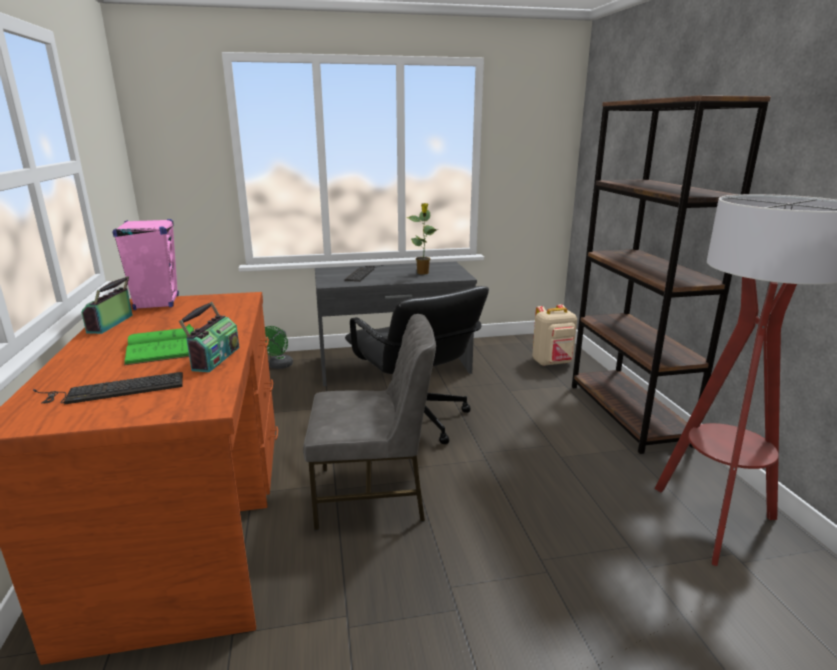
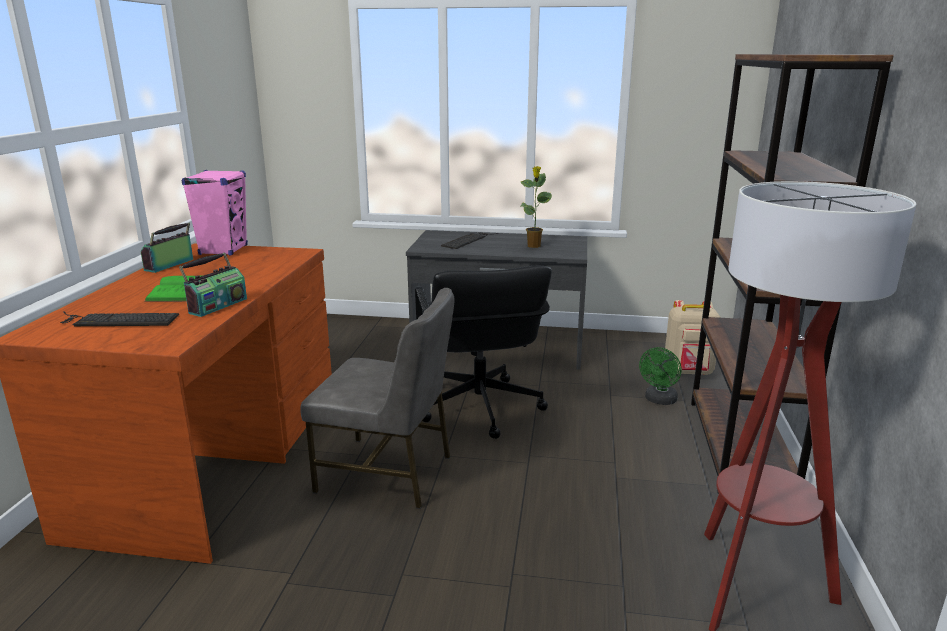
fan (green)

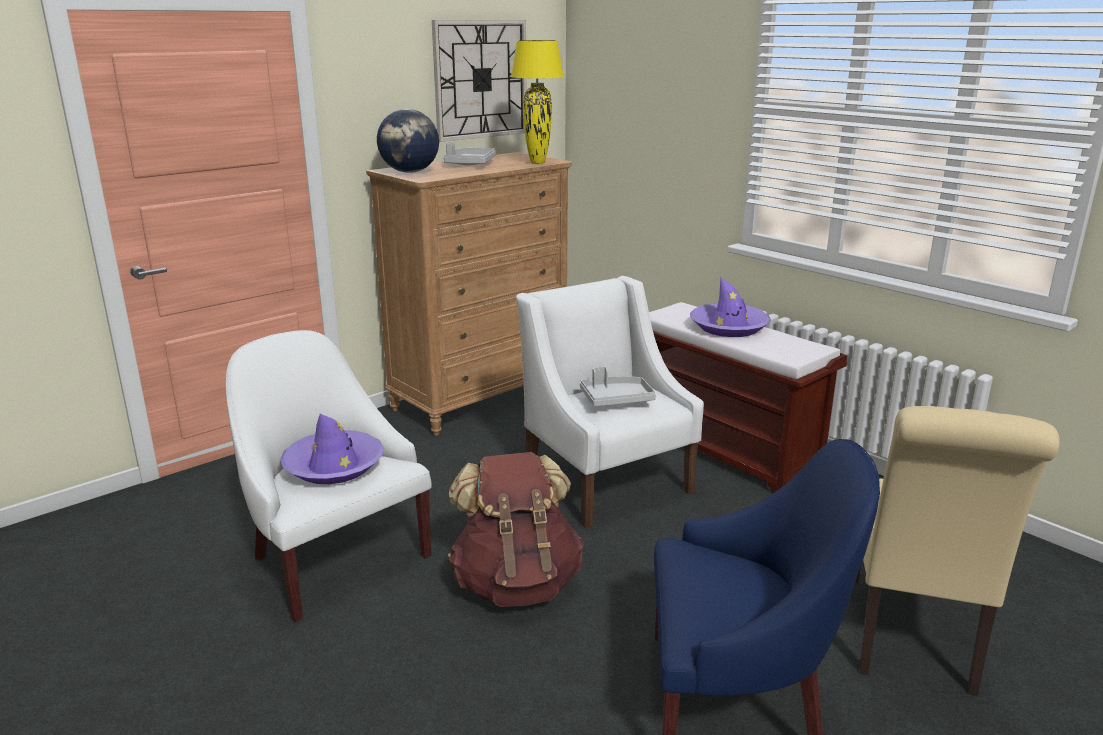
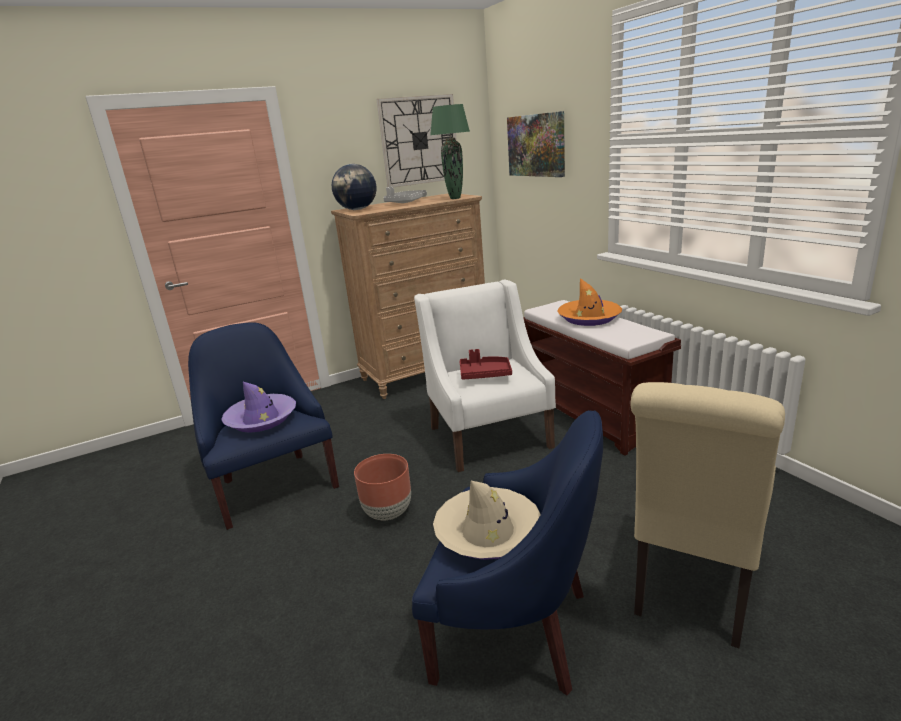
table lamp (green)
hat (orange)
armchair (blue) (no. 1 from left)
tray (red)
planter (brown)
picture
hat (beige)

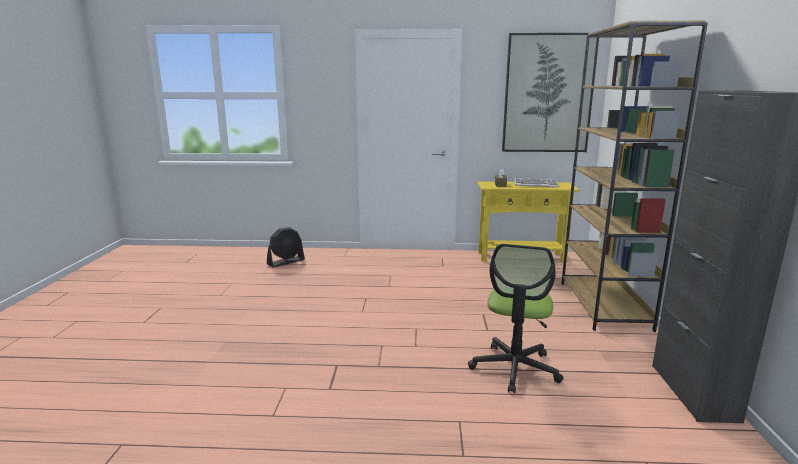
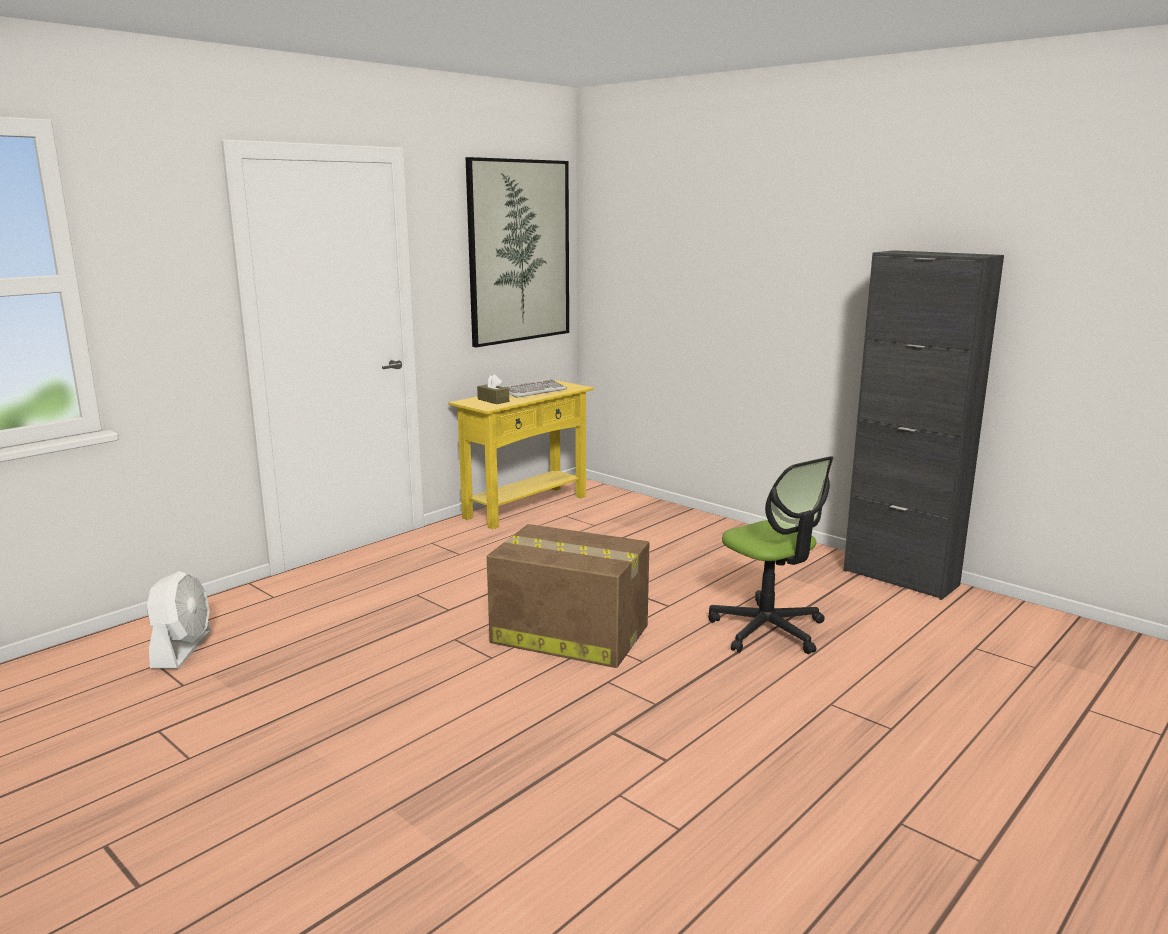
bookcase (brown)
fan (white)
cardboard box

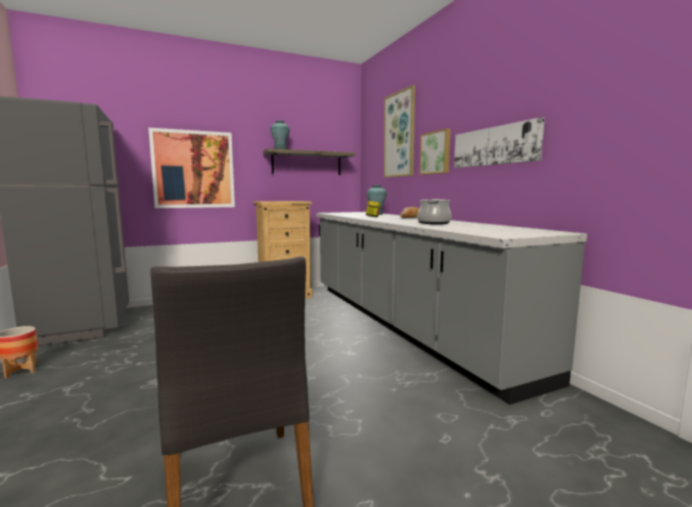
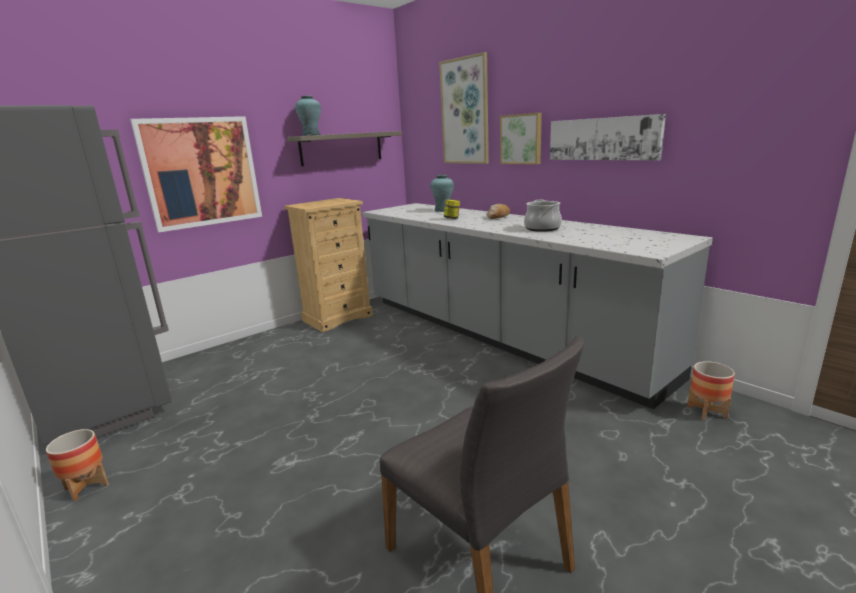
planter (no. 2 from left)

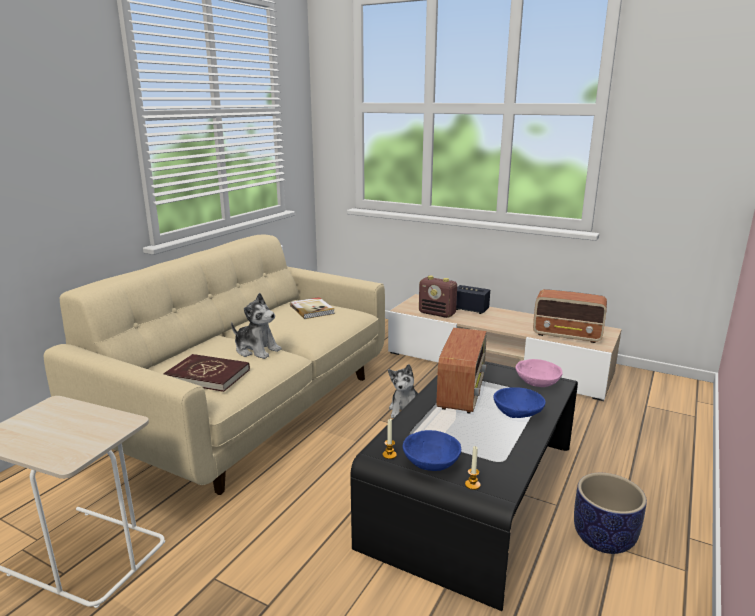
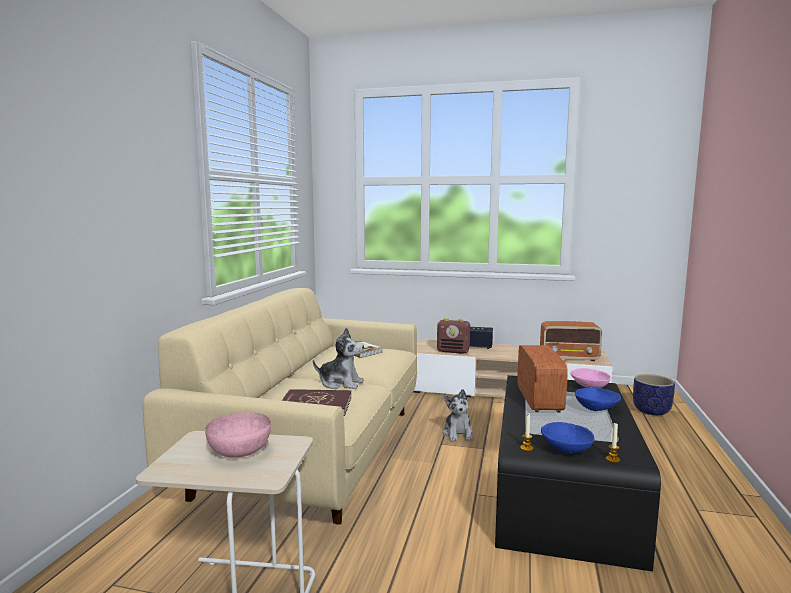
planter
bowl (pink) (no. 1 from left)

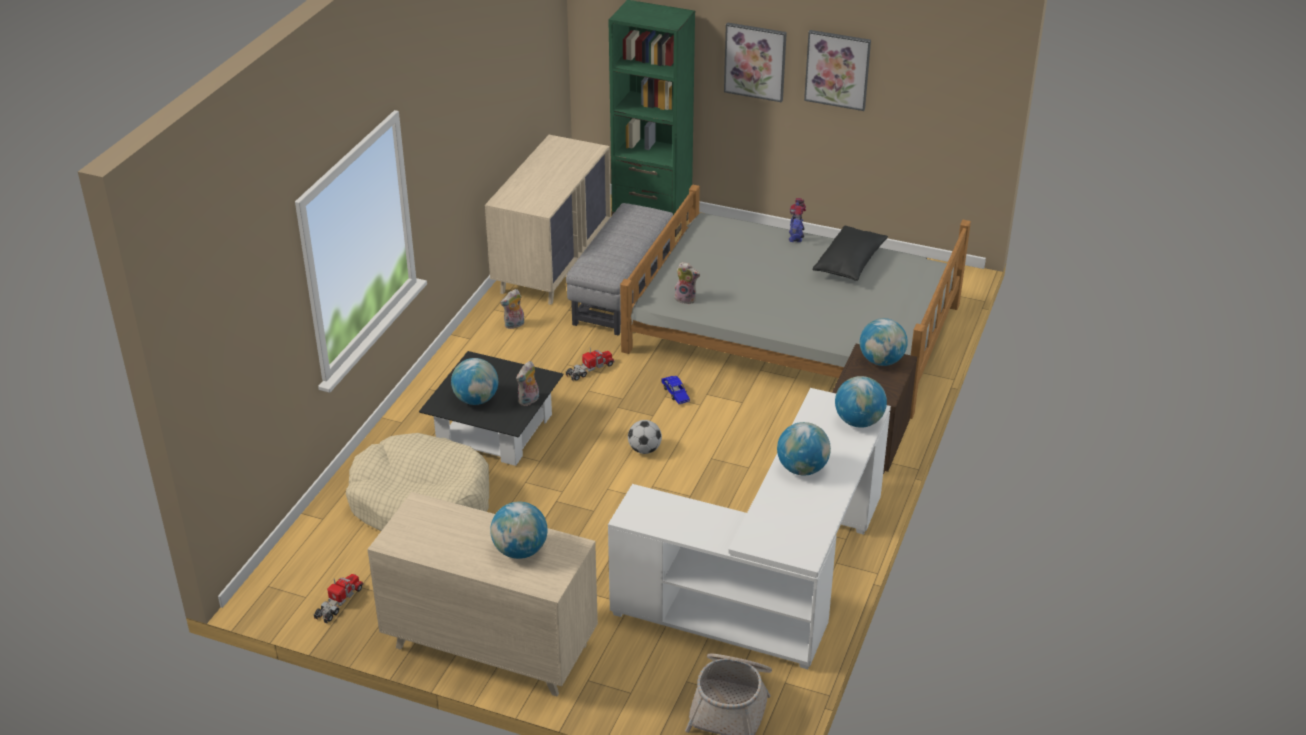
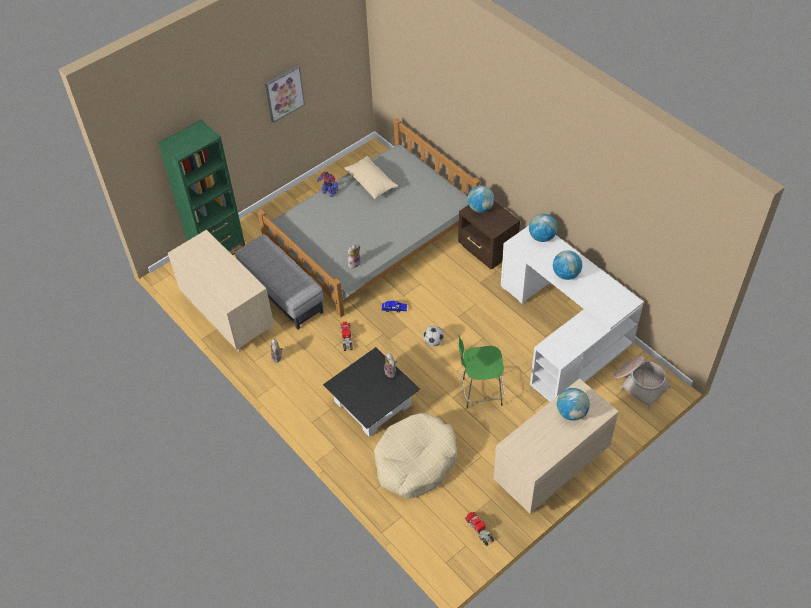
picture (no. 1 from left in the first image)
pillow (beige)
globe (no. 1 from left in the first image)
stool (green)

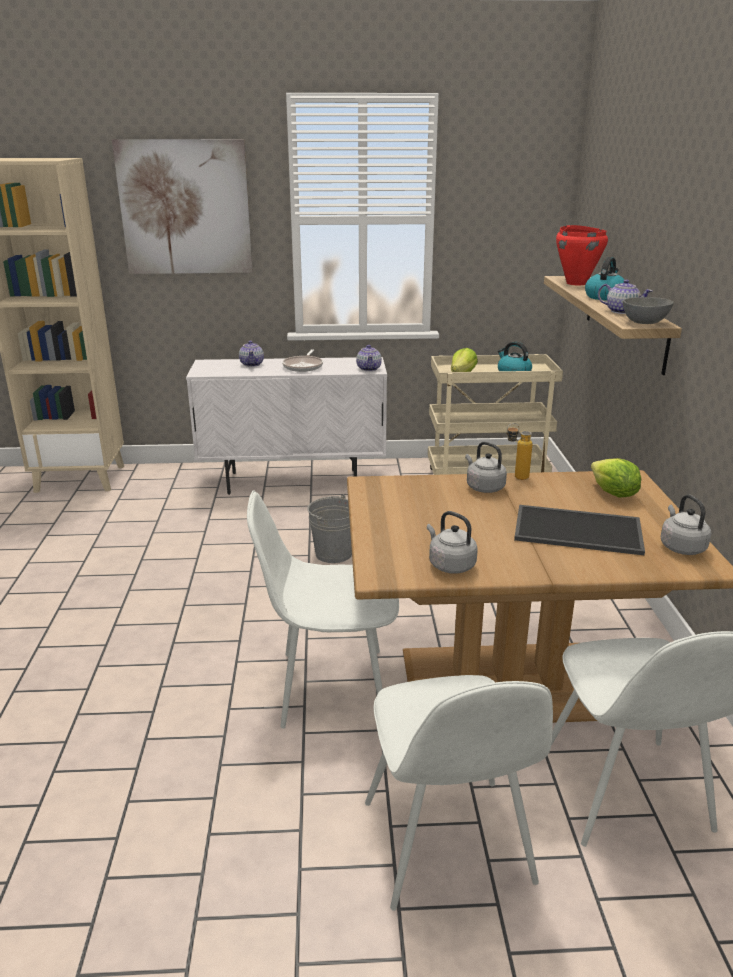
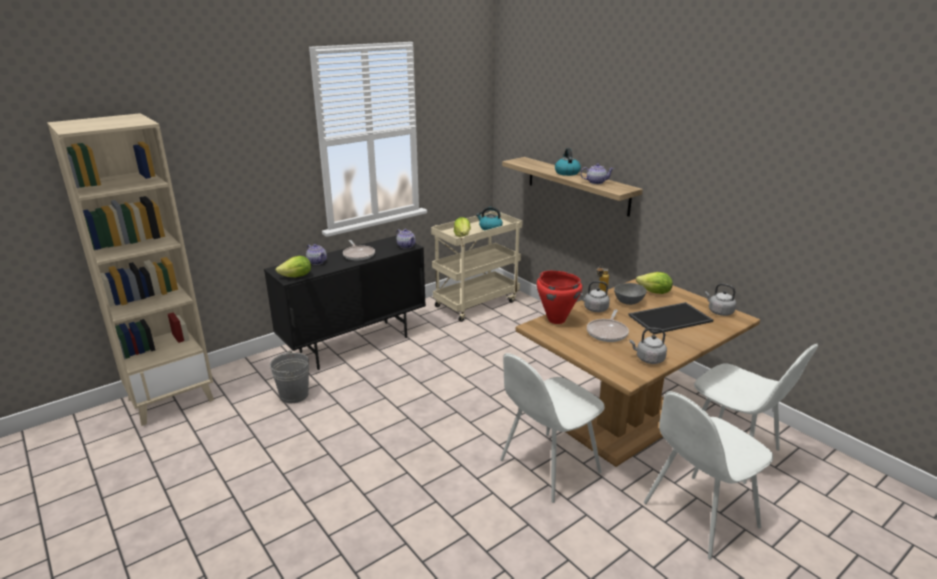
picture
cooking pot (red)
bowl (grey)
cabinet (black)
bucket (grey)
chair (white) (no. 2 from left)
lettuce (no. 1 from left)
frying pan (no. 2 from left)

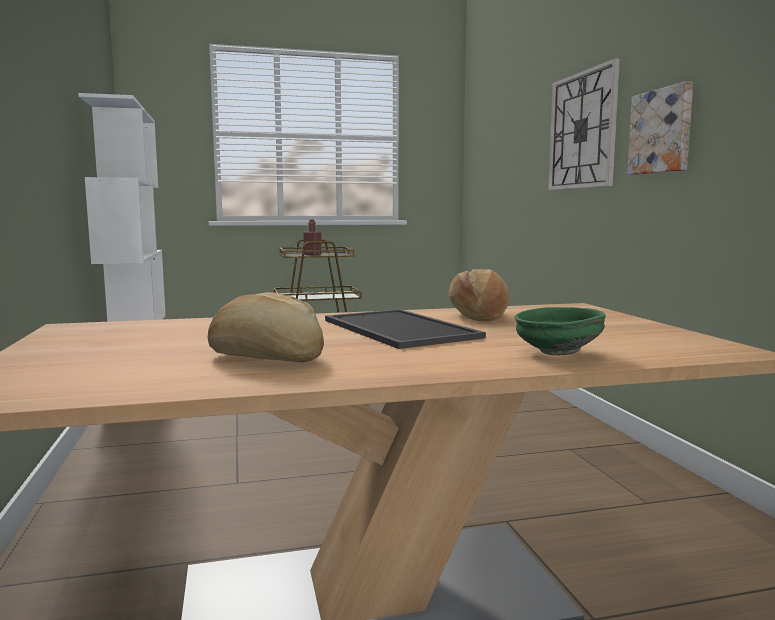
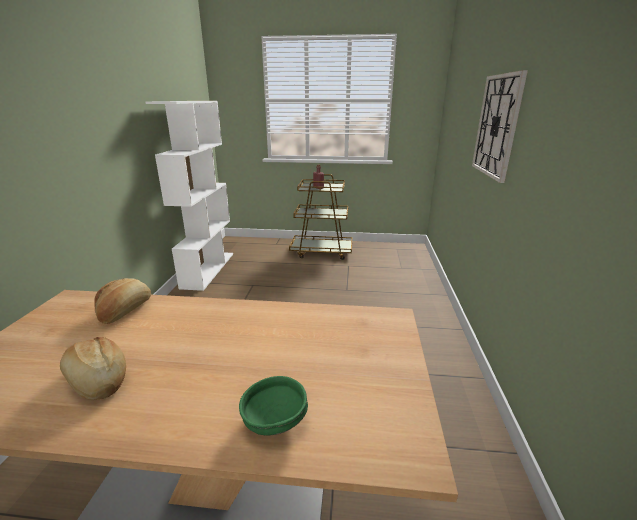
picture
bread (no. 2 from left)
tray

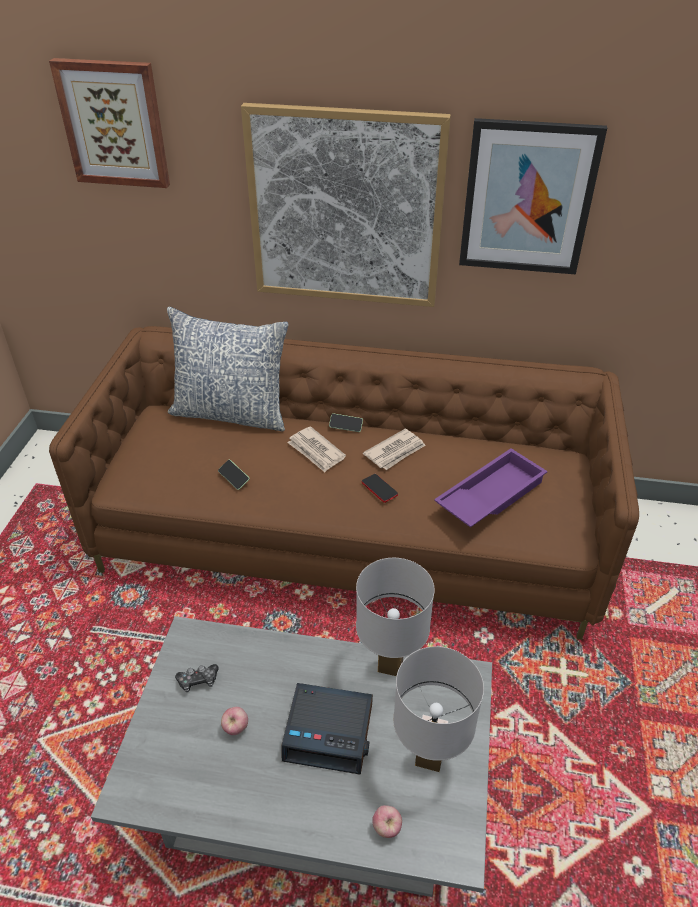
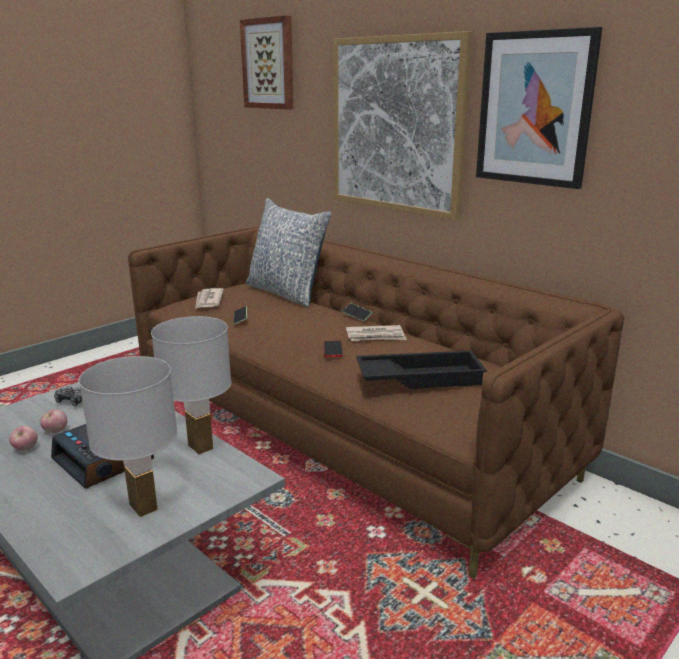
newspaper (no. 1 from left)
tray (black)
apple (no. 1 from left)

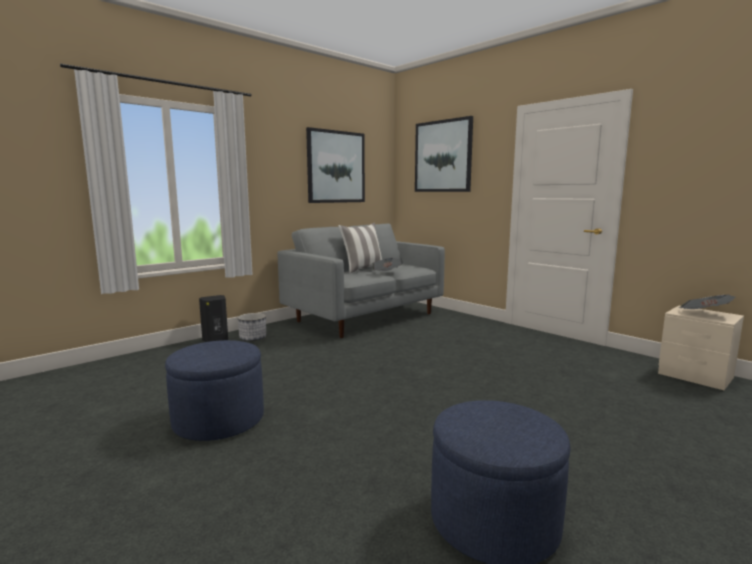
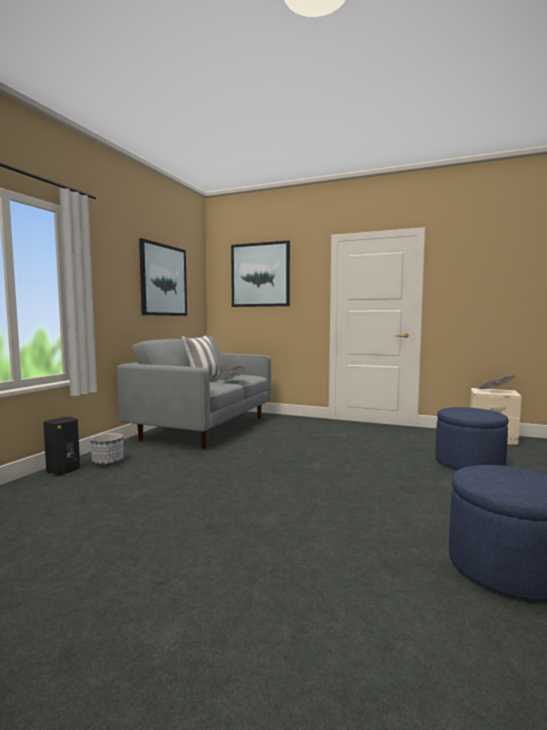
ottoman (blue) (no. 1 from left)

